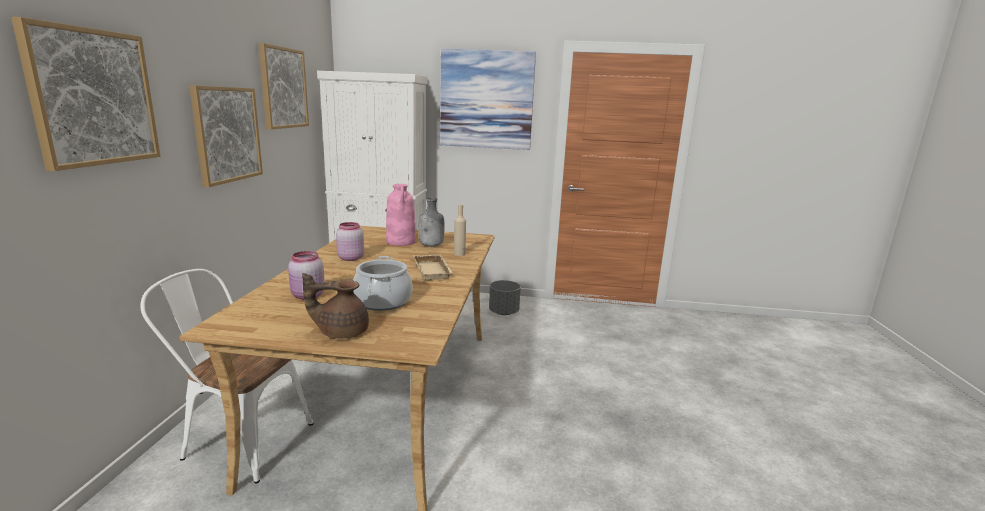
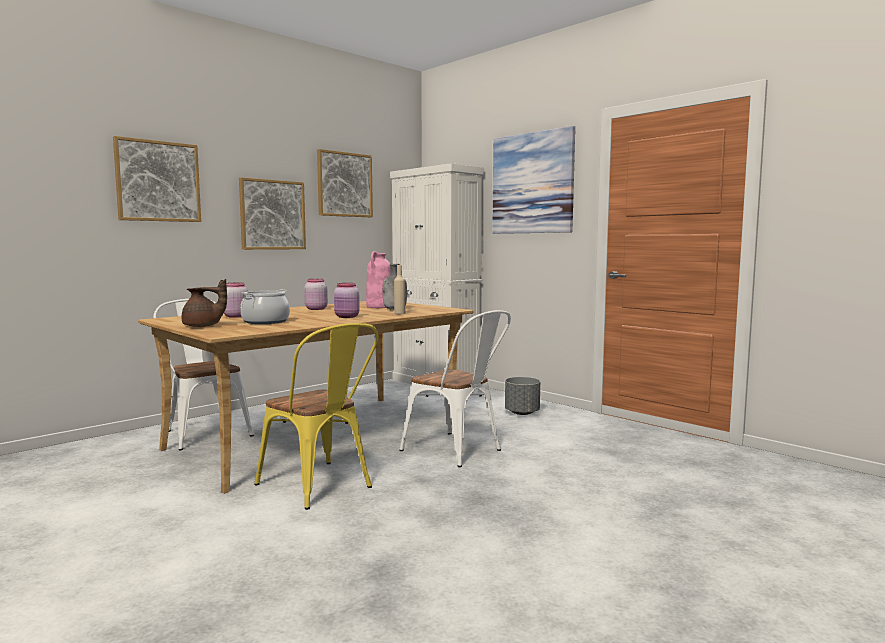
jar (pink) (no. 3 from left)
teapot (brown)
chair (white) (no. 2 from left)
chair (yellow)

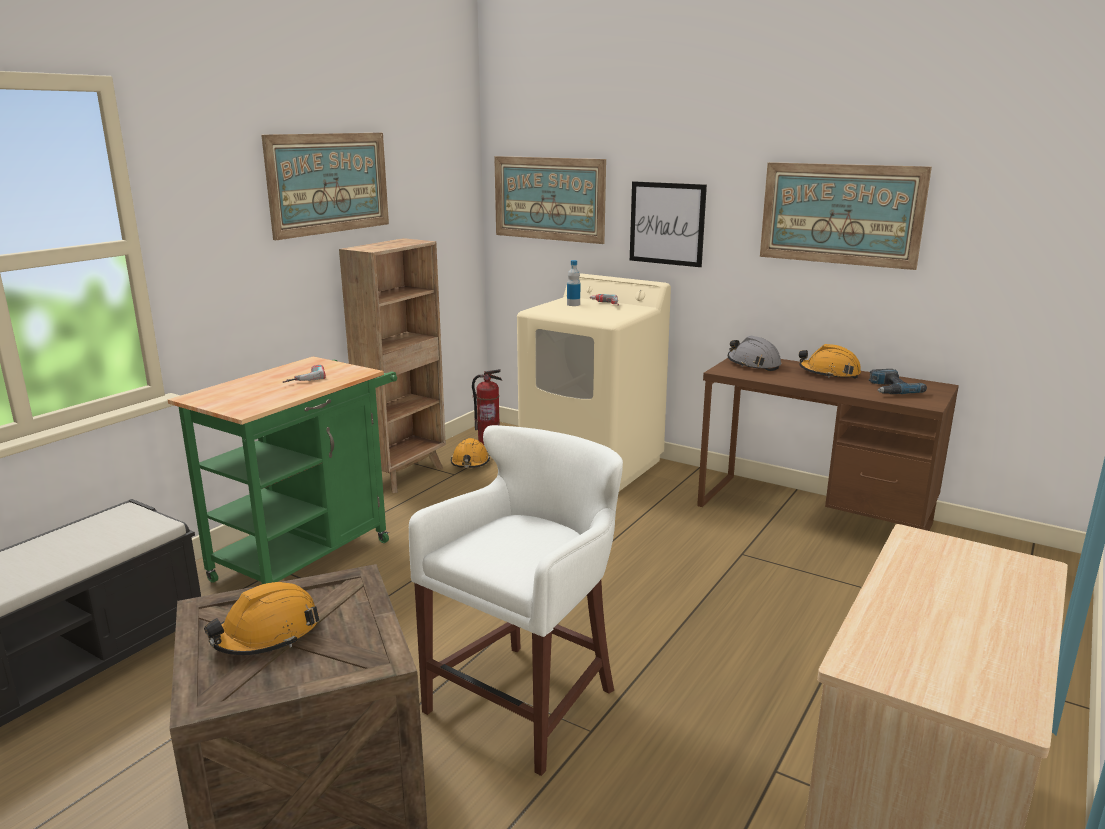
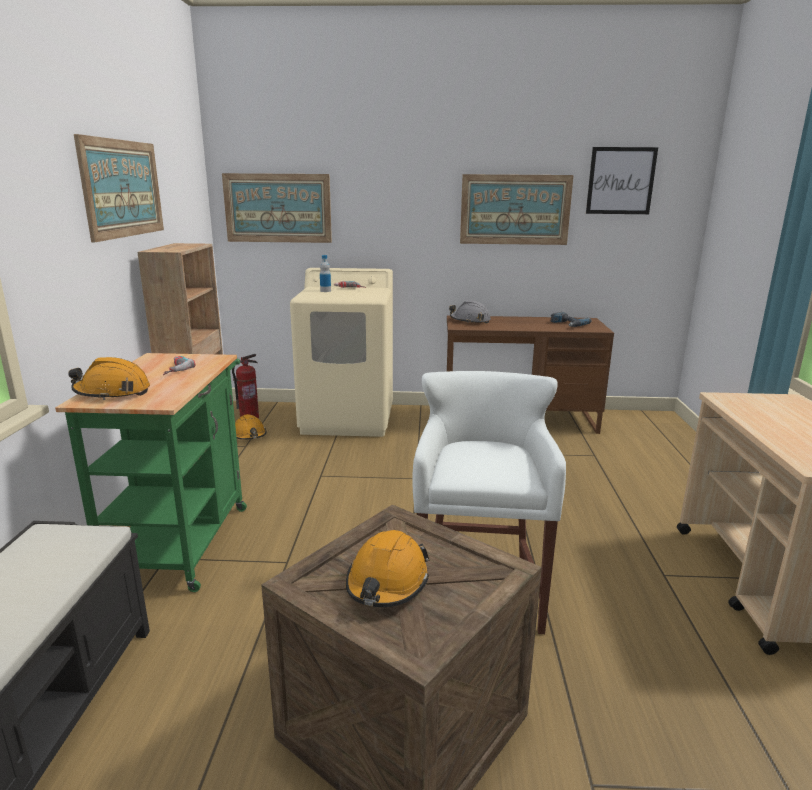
picture (no. 4 from left)
hard hat (orange) (no. 1 from left)

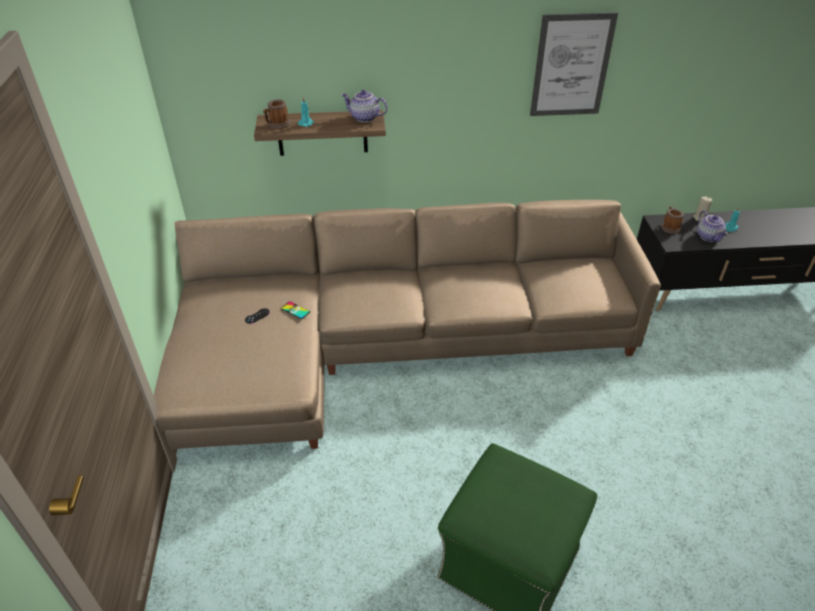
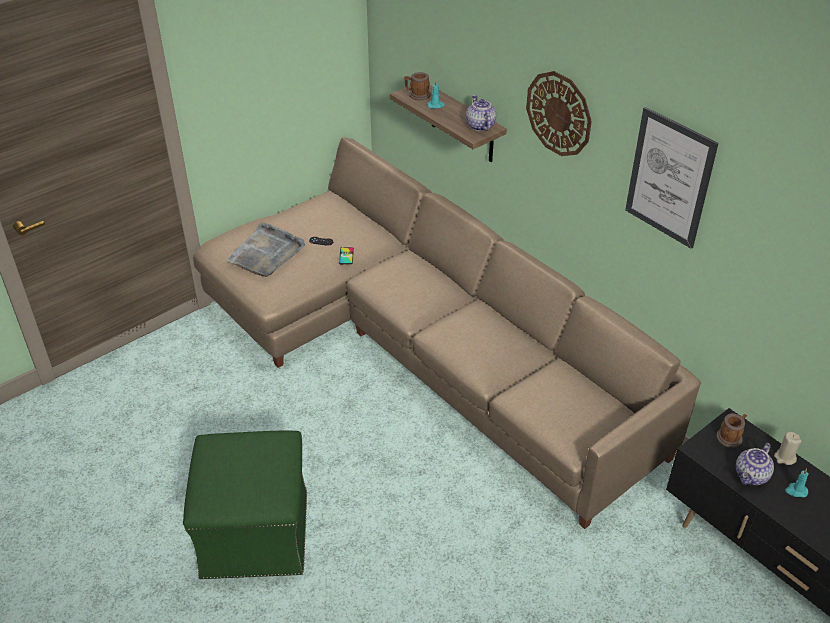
wall clock
tray (grey)

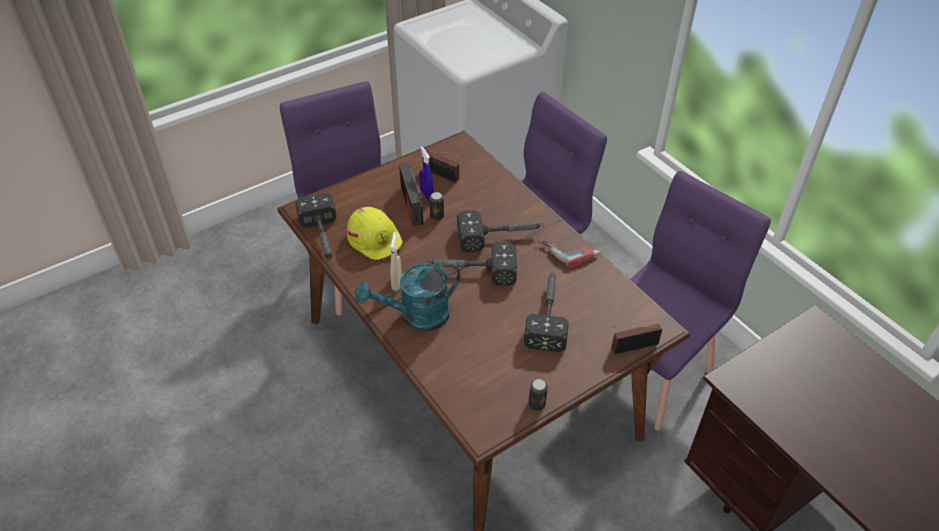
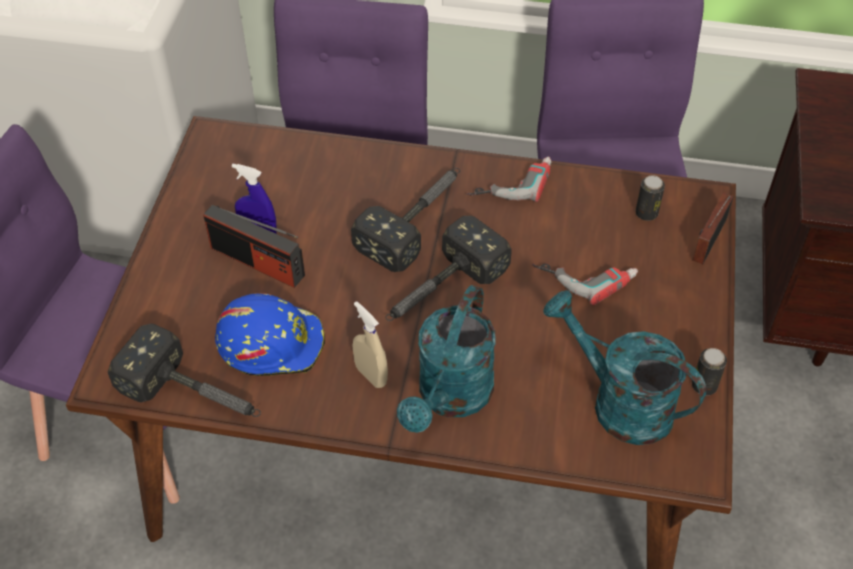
radio (no. 2 from left in the first image)
can (no. 1 from left)
hard hat (blue)
power drill (no. 2 from left)
watering can (turquoise) (no. 2 from left)

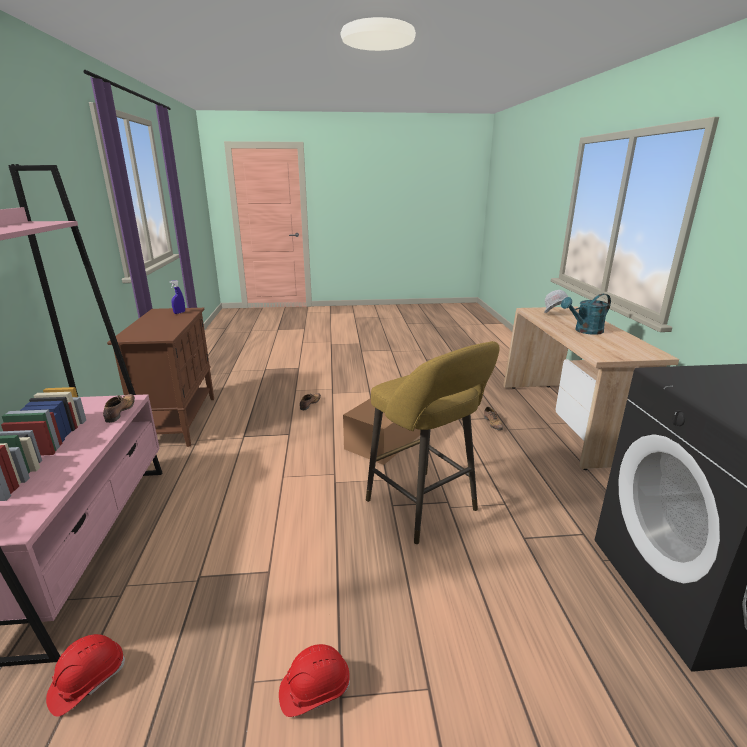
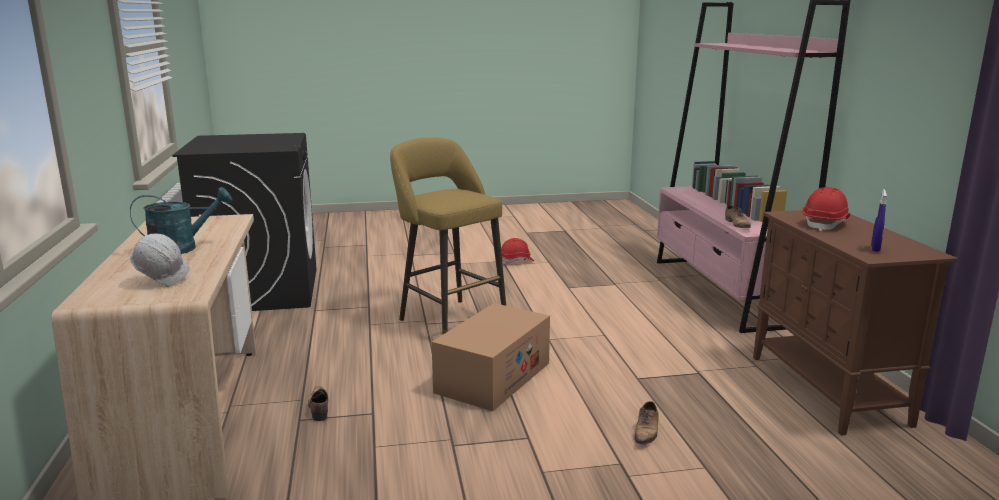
hard hat (red) (no. 2 from left)

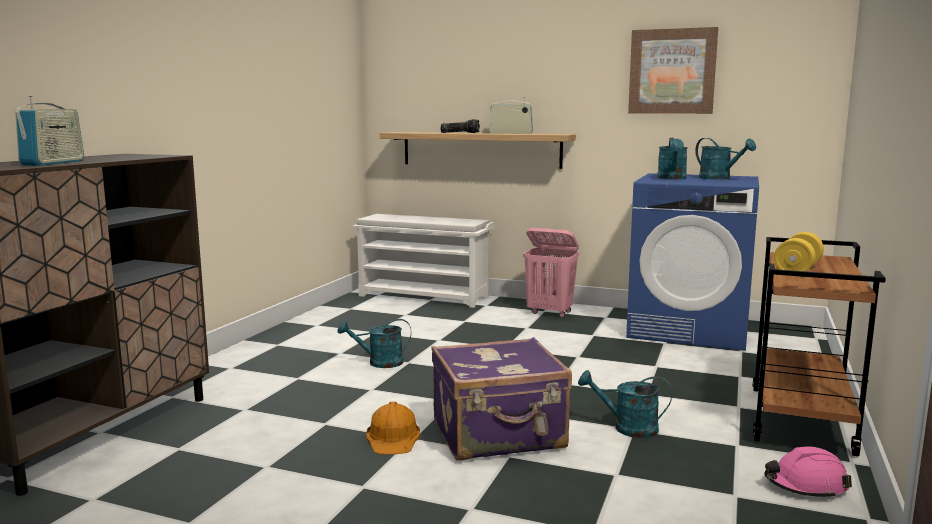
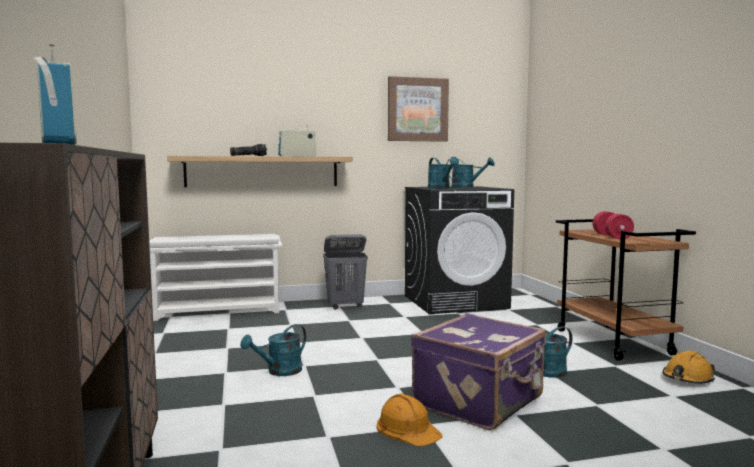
washing machine (black)
laundry basket (grey)
dumbbell (red)
hard hat (orange) (no. 2 from left)

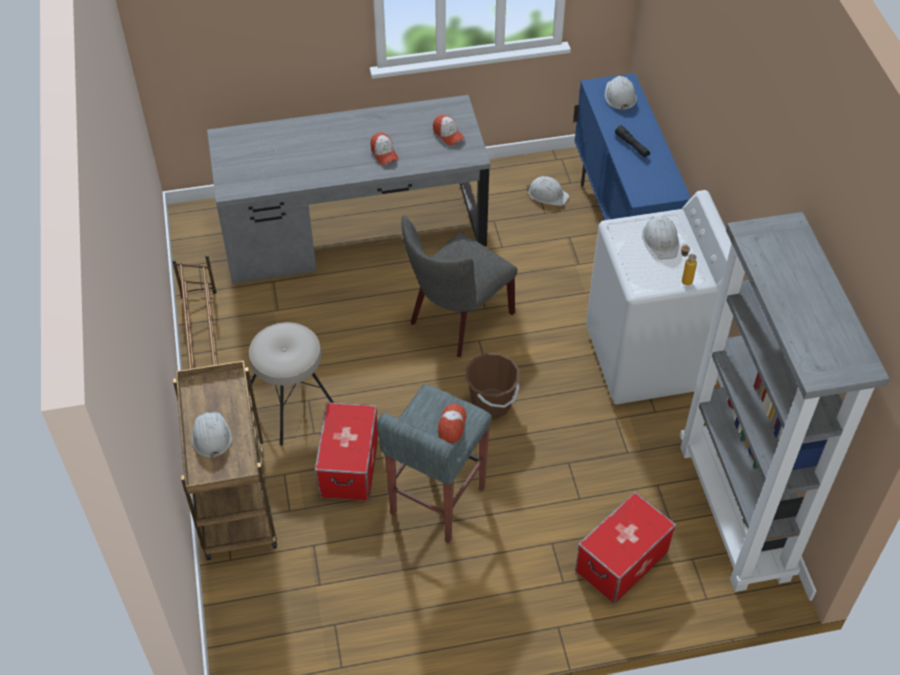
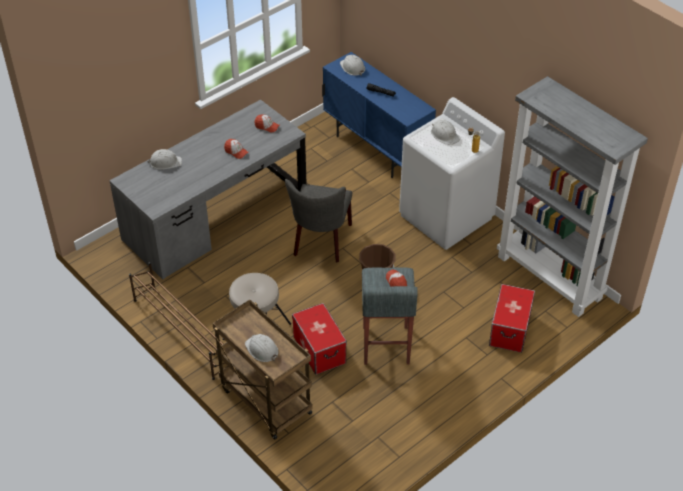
hard hat (white) (no. 1 from left)

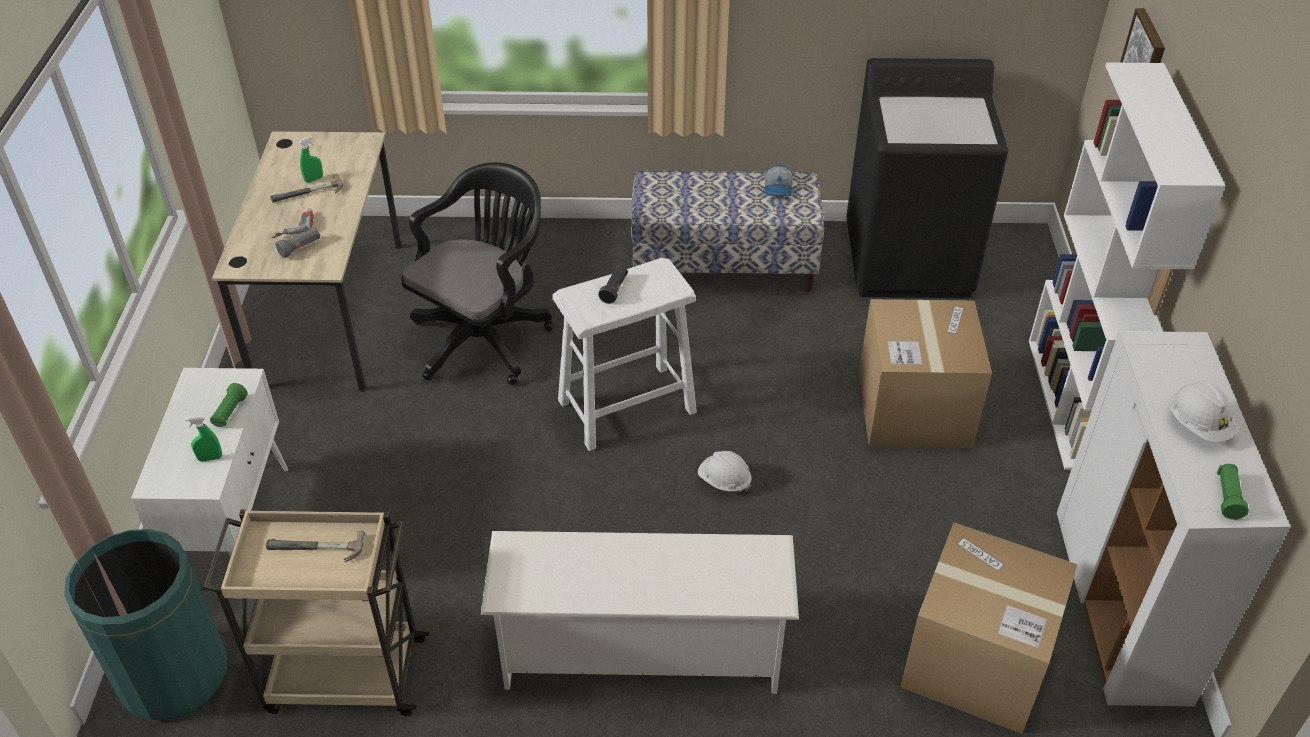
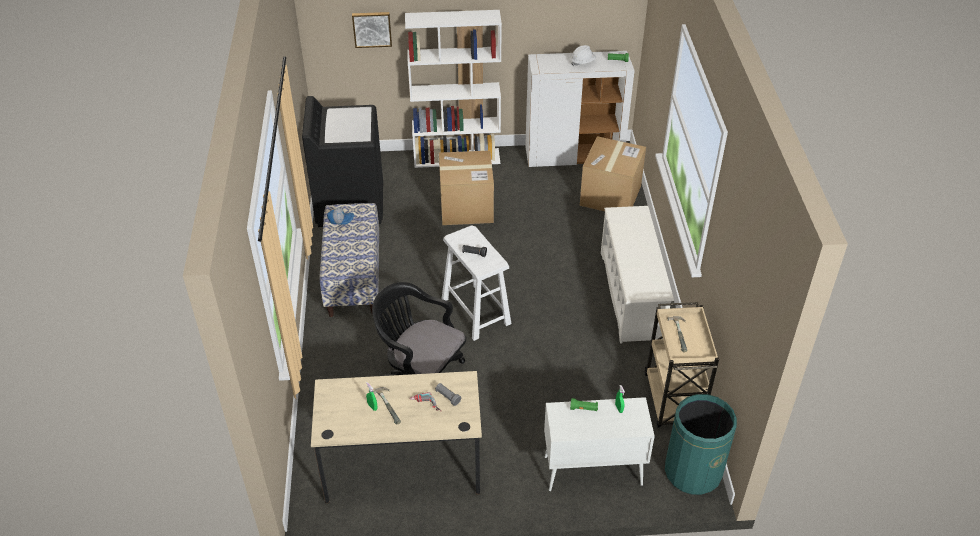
hard hat (white) (no. 1 from left in the first image)

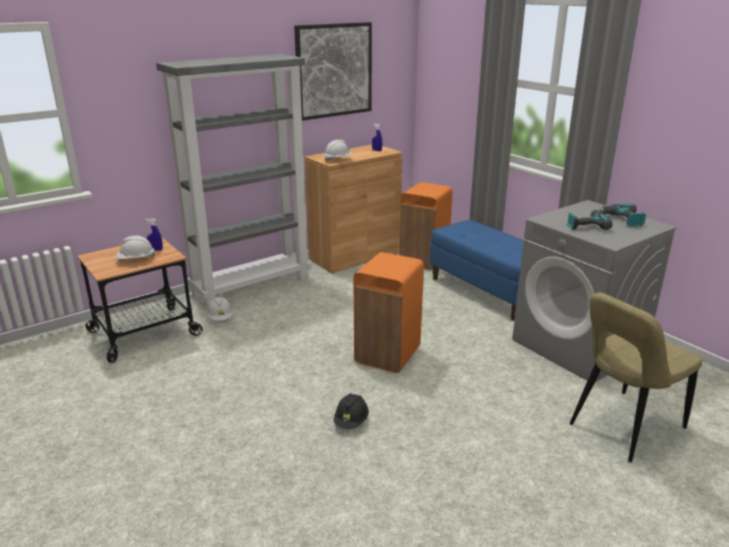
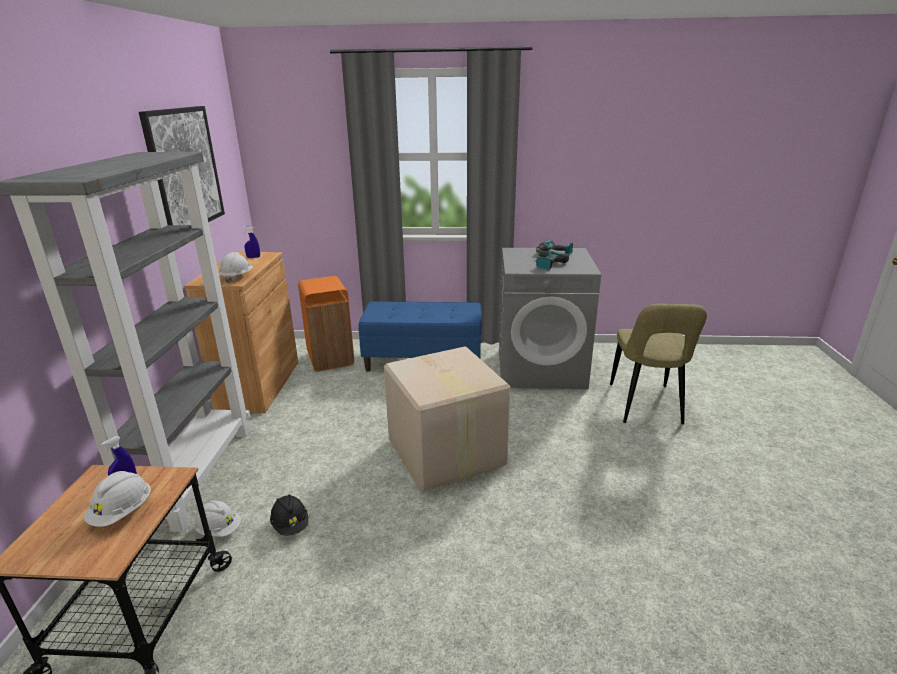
cardboard box
hard hat (black)

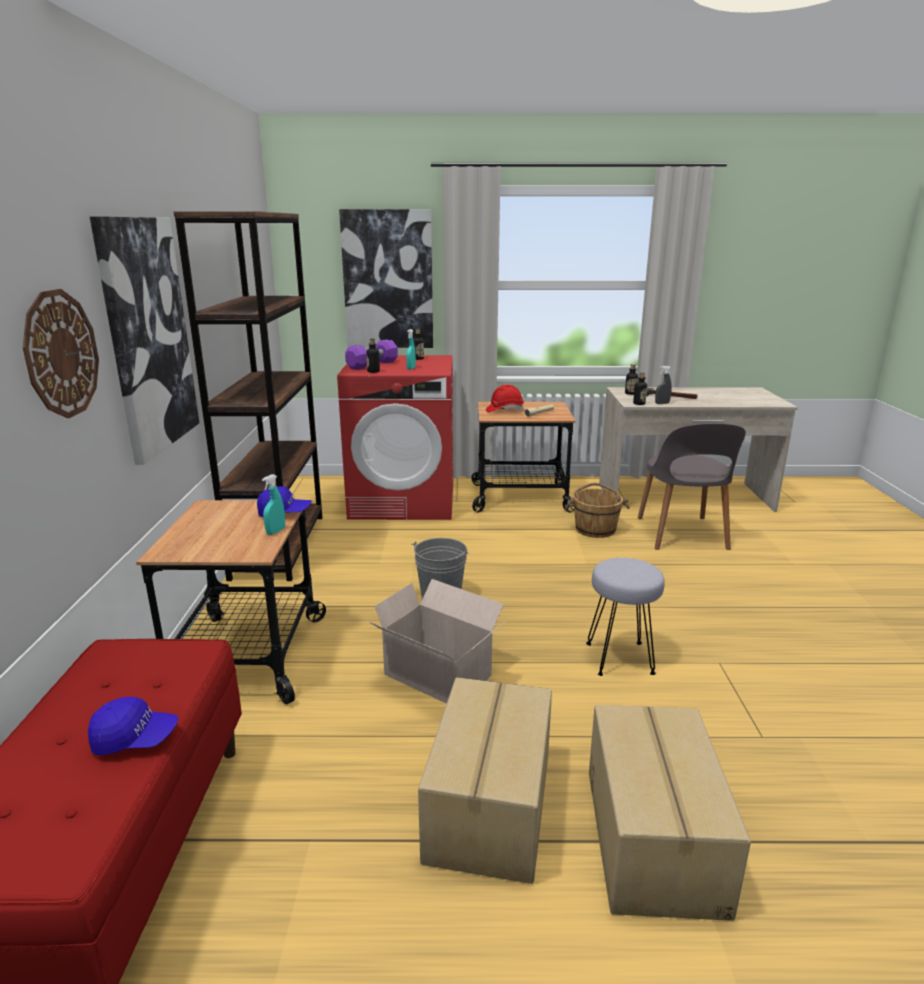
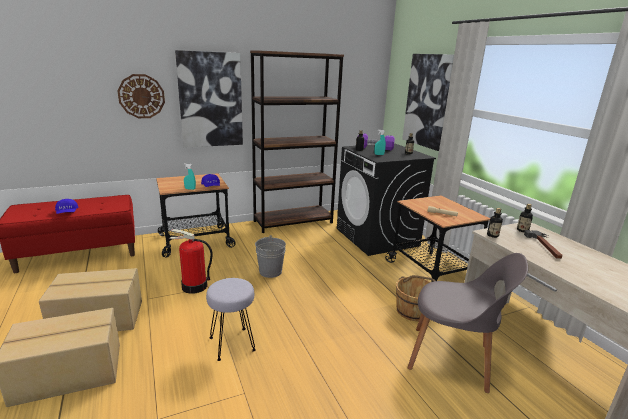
washing machine (black)
spray bottle (grey)
hard hat (red)
chair (grey)
fire extinguisher

